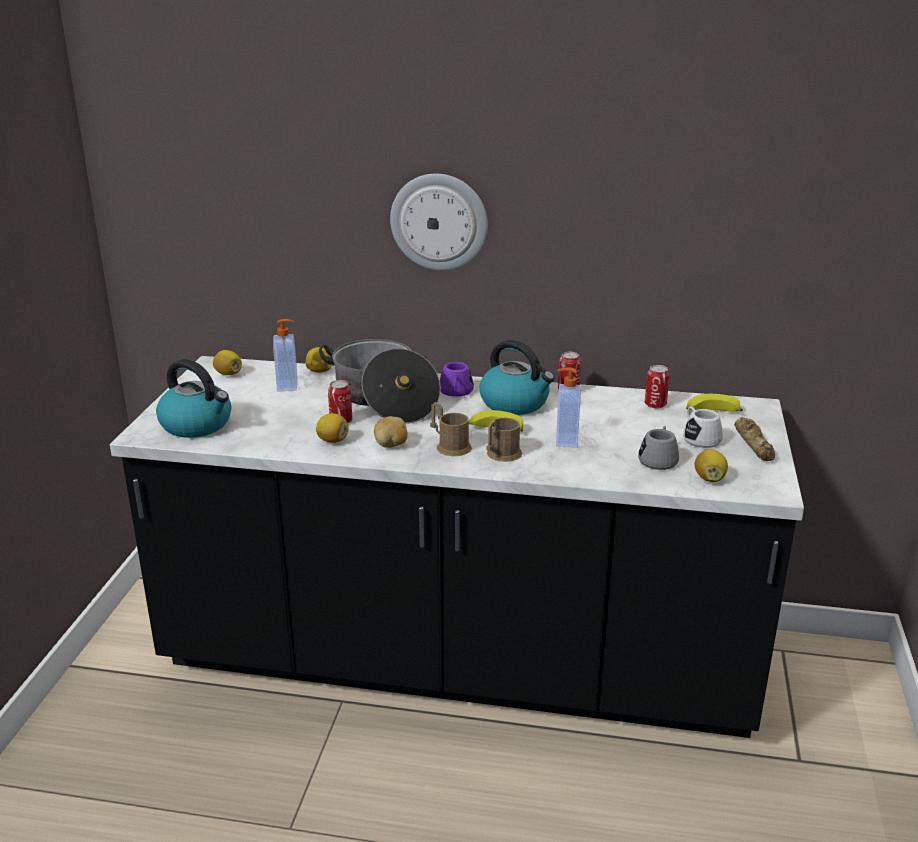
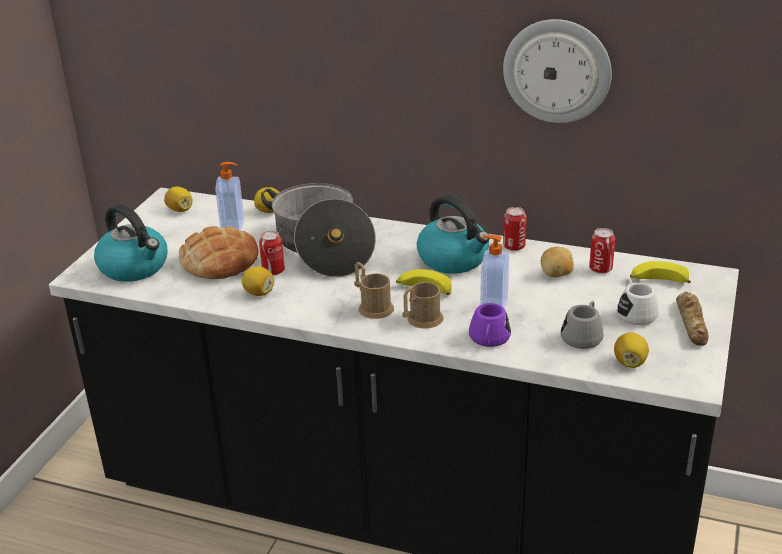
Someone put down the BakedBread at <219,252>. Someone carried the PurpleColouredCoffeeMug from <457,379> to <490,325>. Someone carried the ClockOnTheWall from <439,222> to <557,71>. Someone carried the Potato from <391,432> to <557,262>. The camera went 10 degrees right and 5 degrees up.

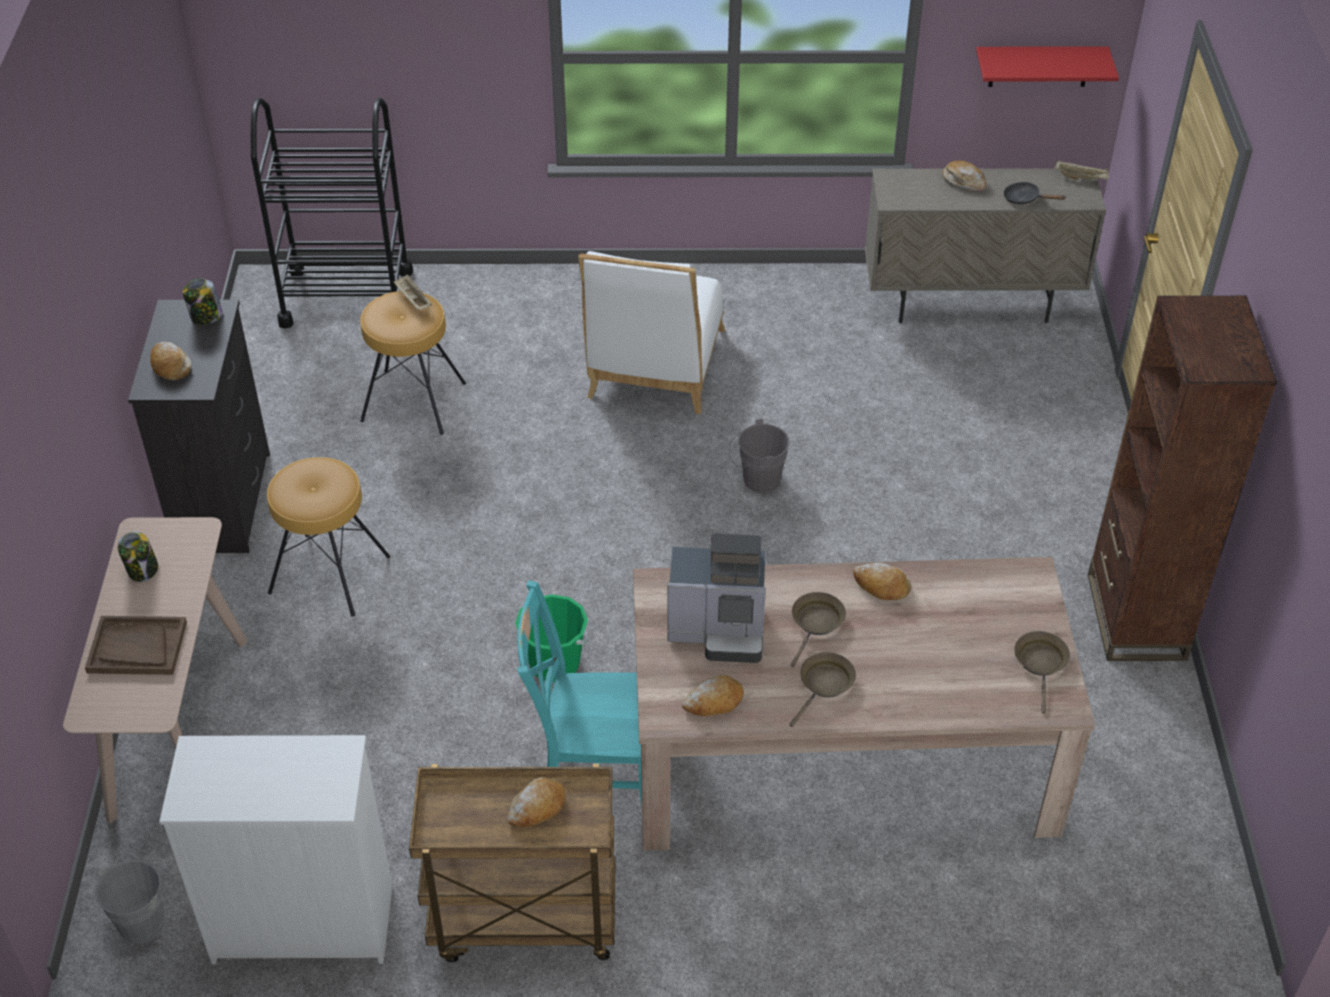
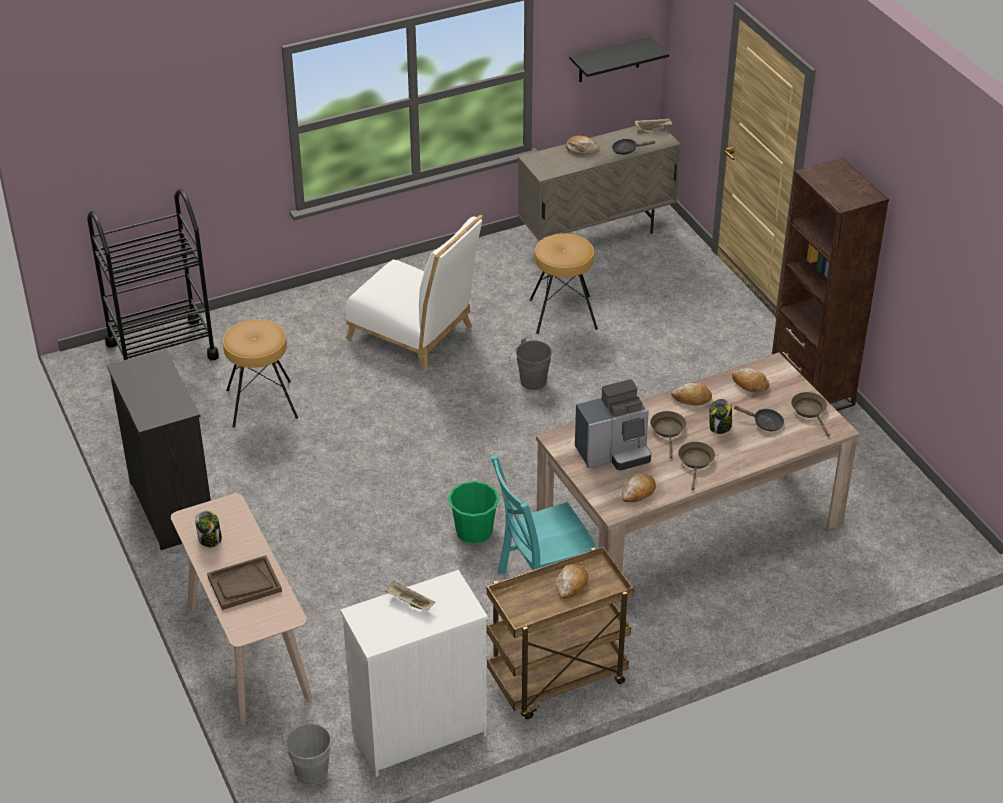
Someone rotated the WhiteColouredUprightChair at <651,332> by 45 degrees counterclockwise. Someone carried the SandColouredServingTray from <412,291> to <410,595>. Someone carried the BrownishStoolSeat from <328,537> to <563,283>. Someone repainted the RedColouredWallShelf at <1047,66>, which became the BlackColouredWallShelf at <619,59>. Someone carried the PreserveJar from <203,301> to <720,416>. Someone carried the BakedBread from <170,361> to <750,380>. Someone put down the BlackColouredPan at <759,418>. The camera went 25 degrees left and 5 degrees down.

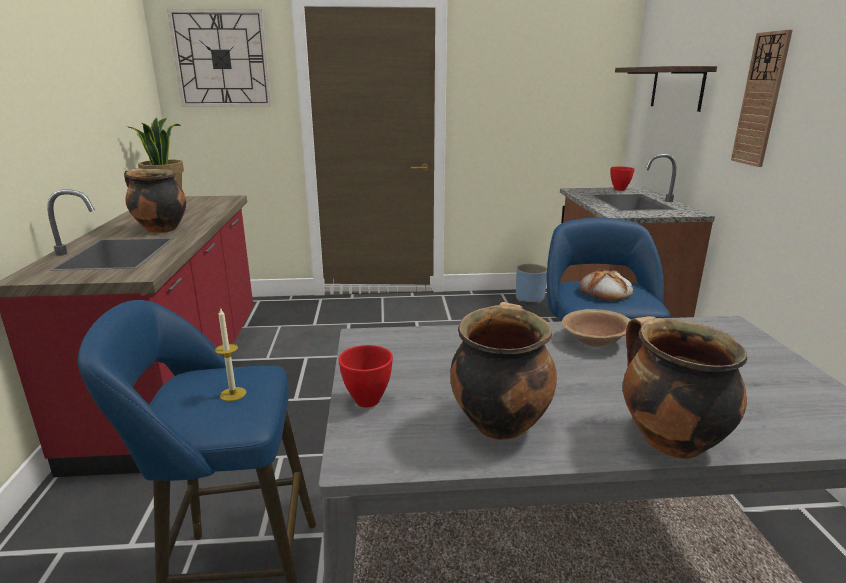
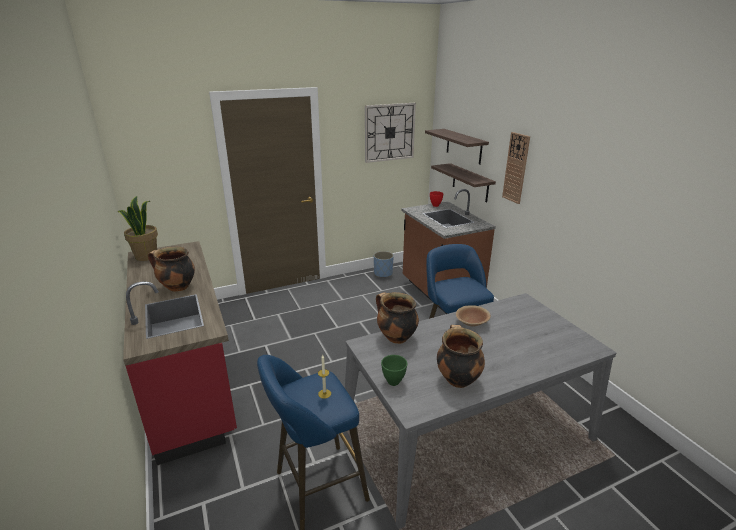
Someone carried the ClockOnTheWall from <219,58> to <390,133>. Someone carried the Saucepot from <685,387> to <397,318>. Someone repainted the RedColouredBowl at <365,376>, which became the GreenishBowl at <394,370>. Someone put up the WallShelf at <463,183>. Someone took away the BakedBread at <606,285>. The camera went 20 degrees left and 5 degrees up.

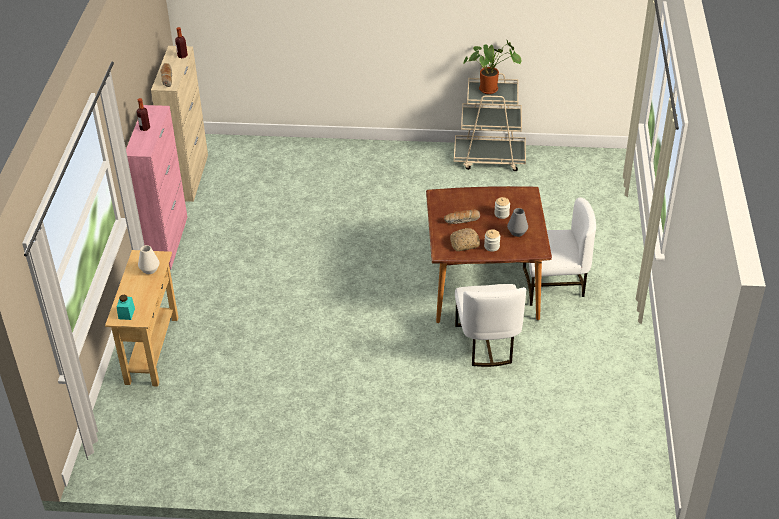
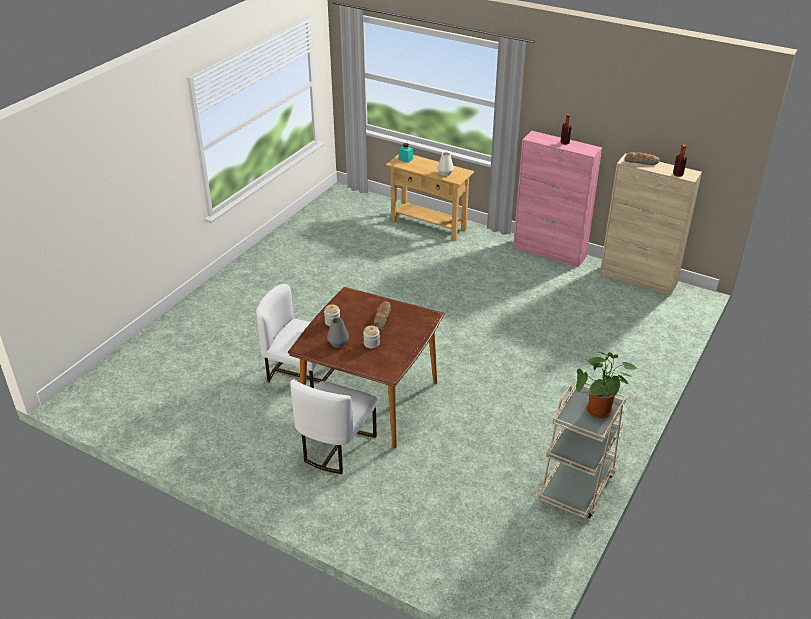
Someone took away the BakedBread at <465,239>. The camera went 115 degrees right and 5 degrees down.

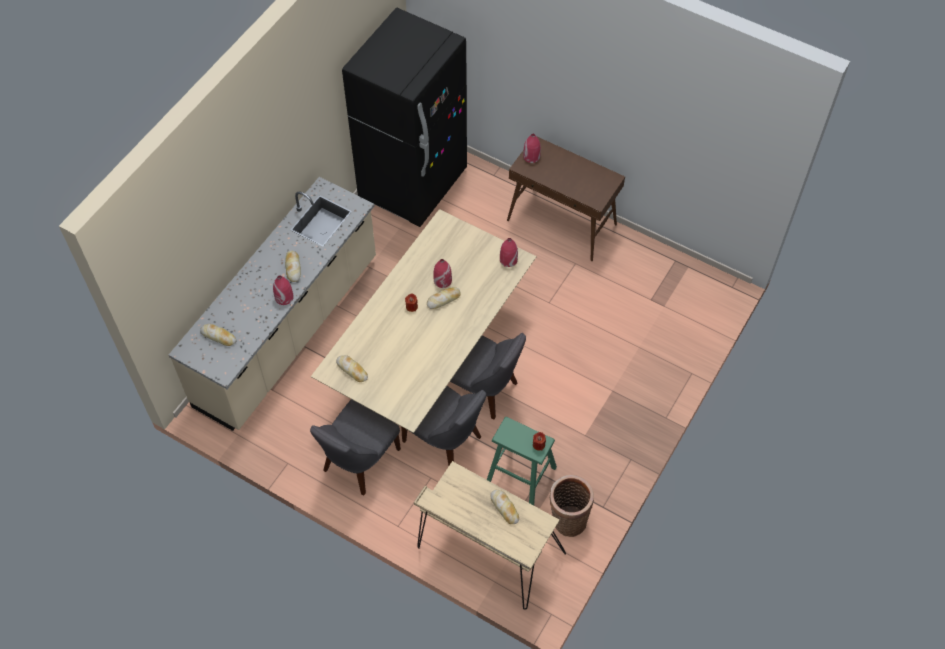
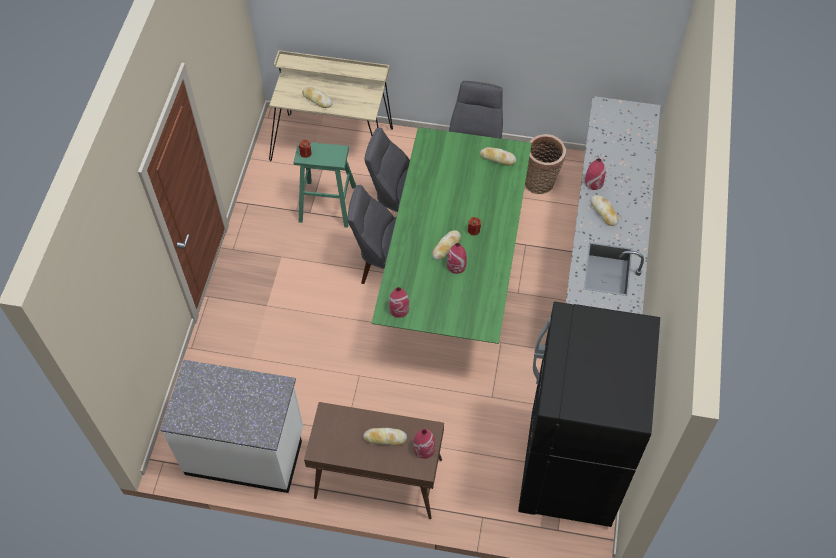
Someone put down the WhiteColouredKitchenBaseUnit at <231,426>. Someone carried the BakedBread from <218,335> to <385,437>. Someone repainted the SandColouredDinnerTable at <424,321>, which became the GreenishDinnerTable at <452,235>. Someone carried the StorageBasket from <571,506> to <545,164>. The camera went 160 degrees right and 0 degrees up.

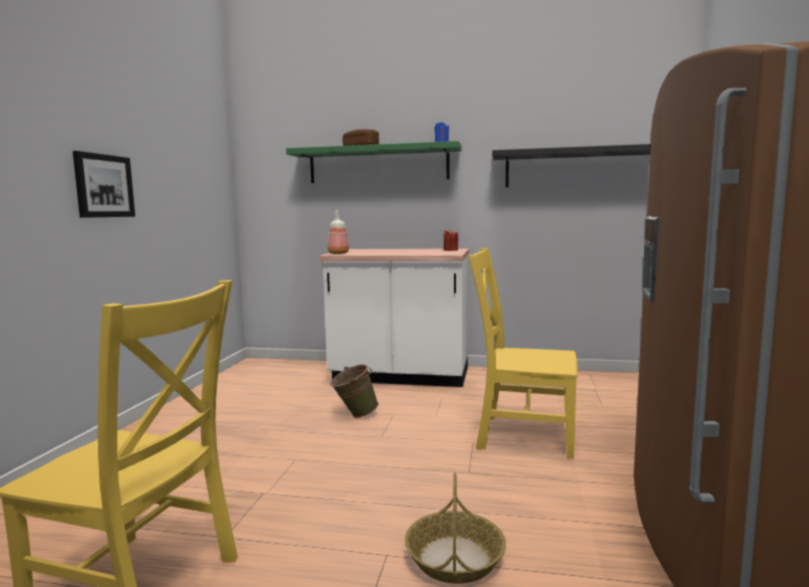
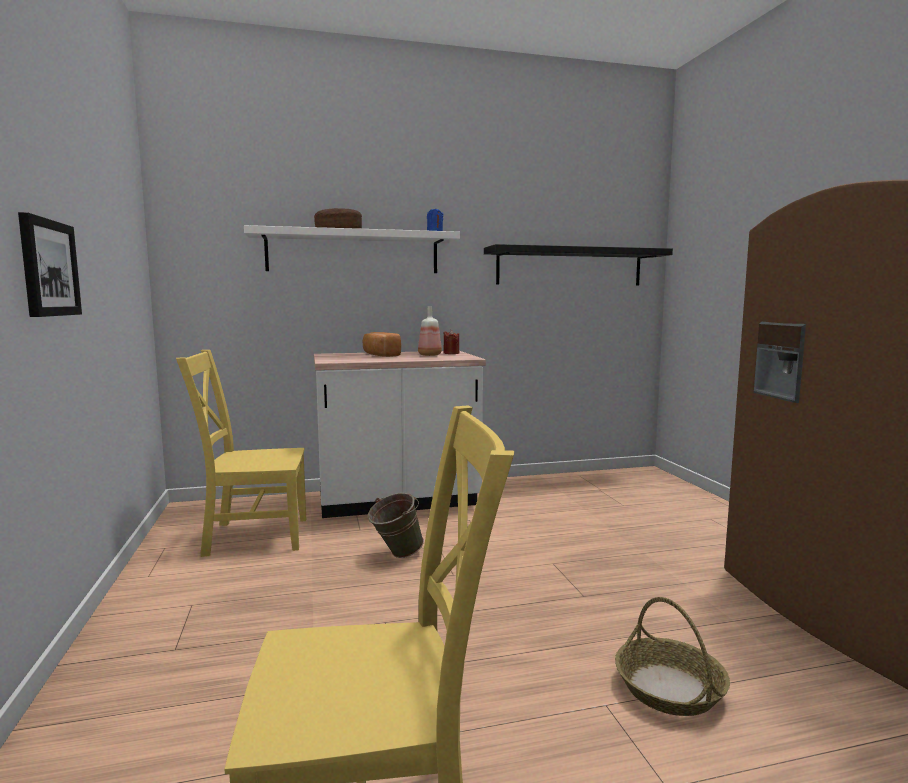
Someone carried the YellowishUprightChair from <523,353> to <241,453>. Someone repainted the GreenishWallShelf at <374,162>, which became the WhiteColouredWallShelf at <352,249>. Someone put down the BakedBread at <382,344>. Someone carried the Bottle from <338,232> to <430,331>. The camera went 25 degrees left and 0 degrees up.

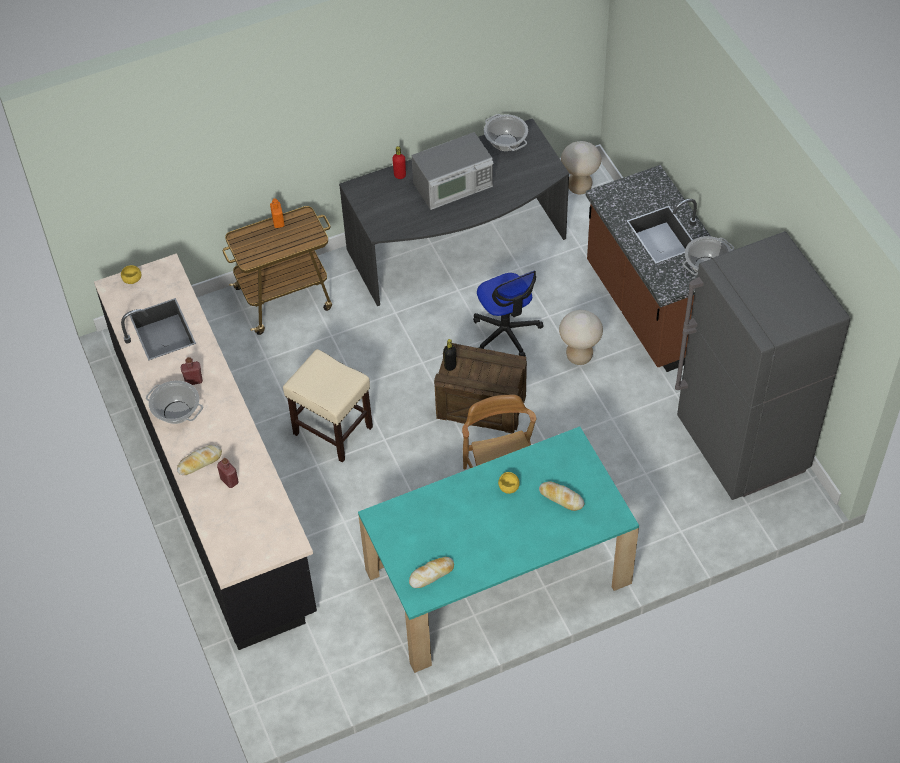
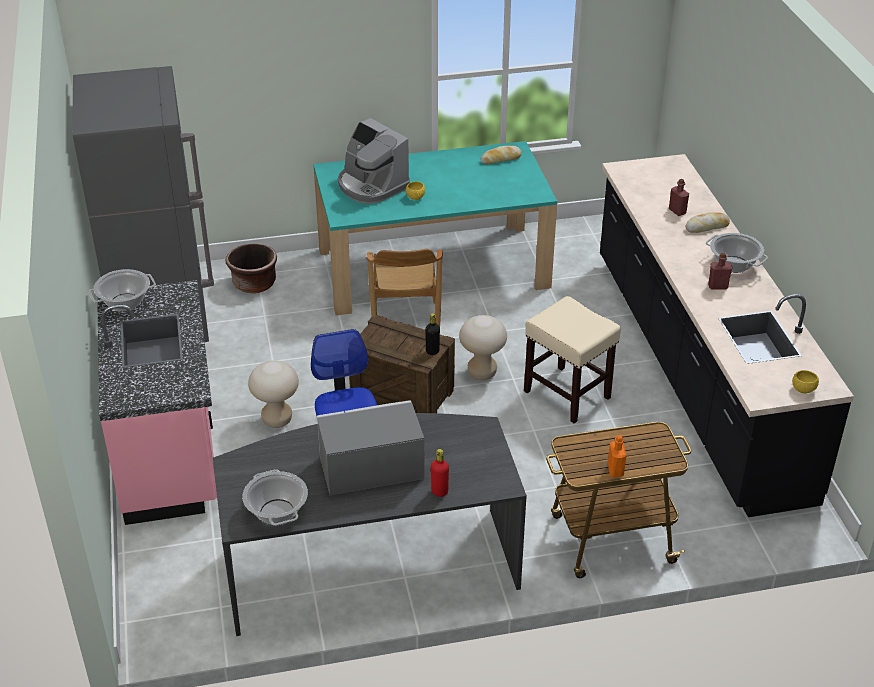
Someone repainted the BrownishKitchenBaseUnit at <648,268>, which became the PinkishKitchenBaseUnit at <157,402>. Someone put down the BrownishPlanter at <251,268>. Someone swapped the BakedBread at <561,496> for the CoffeeMaker at <374,161>. Someone carried the SandColouredStoolSeat from <581,167> to <483,347>. The camera went 170 degrees left and 15 degrees down.

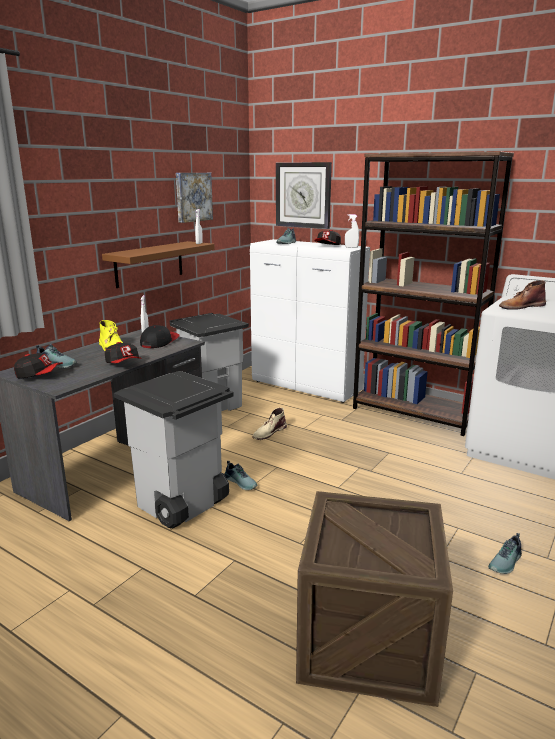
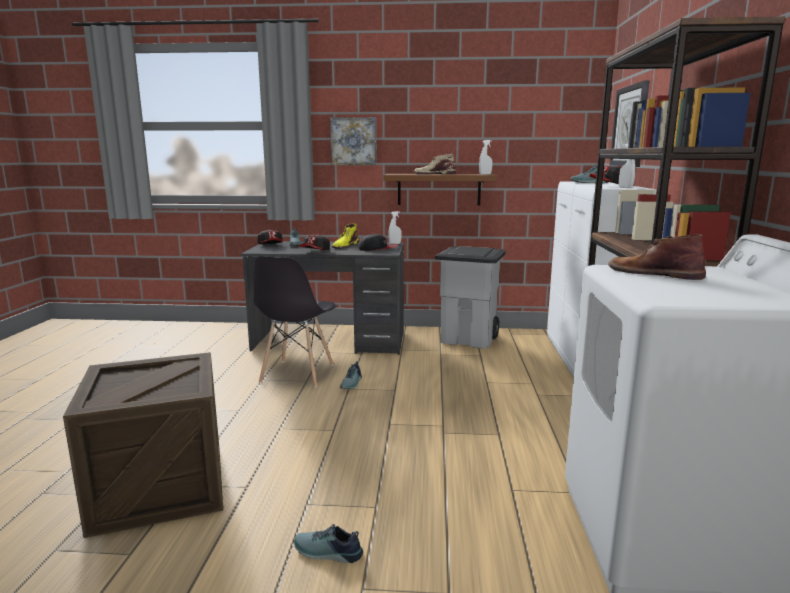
Someone swapped the GreyishWasteBin at <174,449> for the GreyishUprightChair at <295,322>. Someone carried the WallPicture from <194,198> to <353,141>. Someone carried the SandColouredBoot from <269,424> to <435,164>. The camera went 60 degrees right and 5 degrees down.

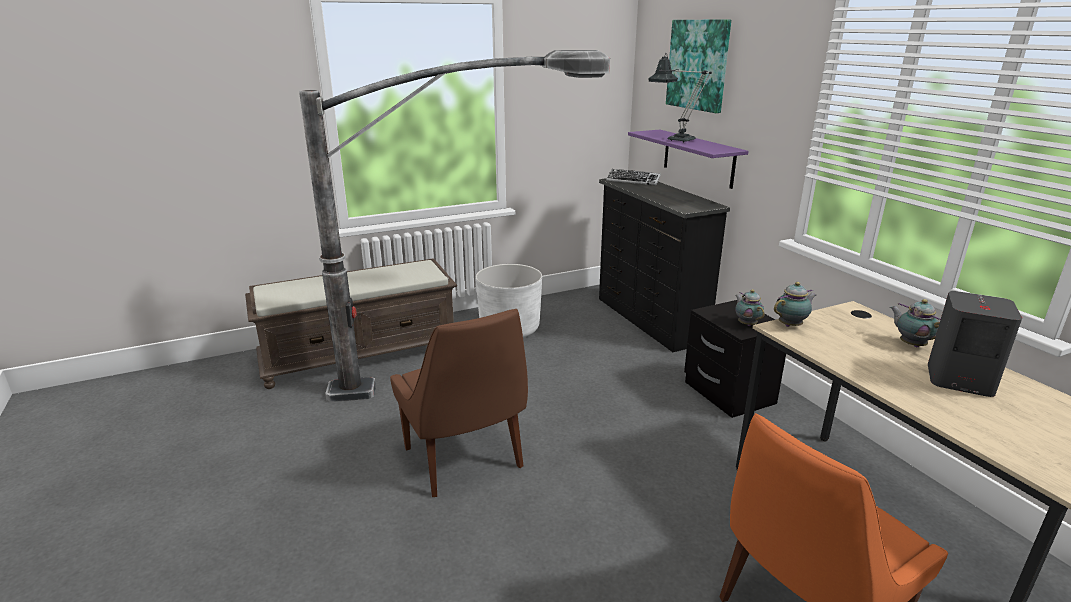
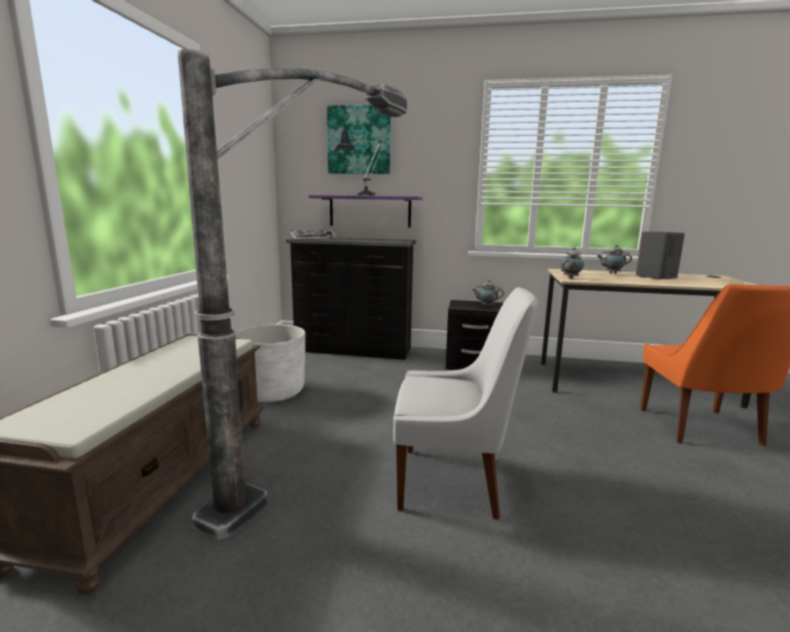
Someone repainted the BrownishUprightChair at <459,403>, which became the WhiteColouredUprightChair at <466,403>. The camera went 55 degrees left and 10 degrees down.

